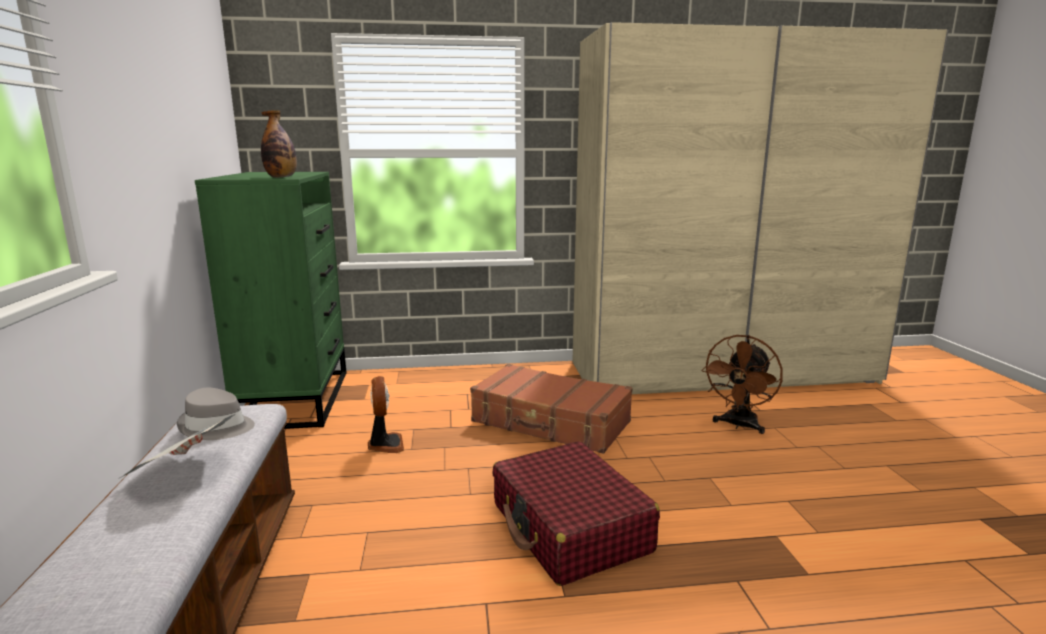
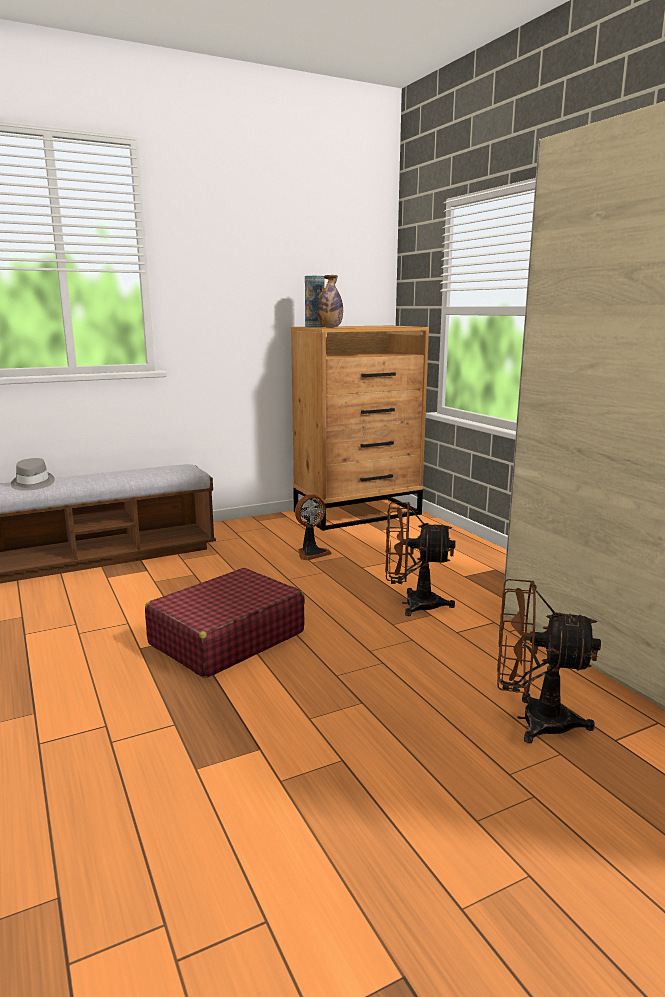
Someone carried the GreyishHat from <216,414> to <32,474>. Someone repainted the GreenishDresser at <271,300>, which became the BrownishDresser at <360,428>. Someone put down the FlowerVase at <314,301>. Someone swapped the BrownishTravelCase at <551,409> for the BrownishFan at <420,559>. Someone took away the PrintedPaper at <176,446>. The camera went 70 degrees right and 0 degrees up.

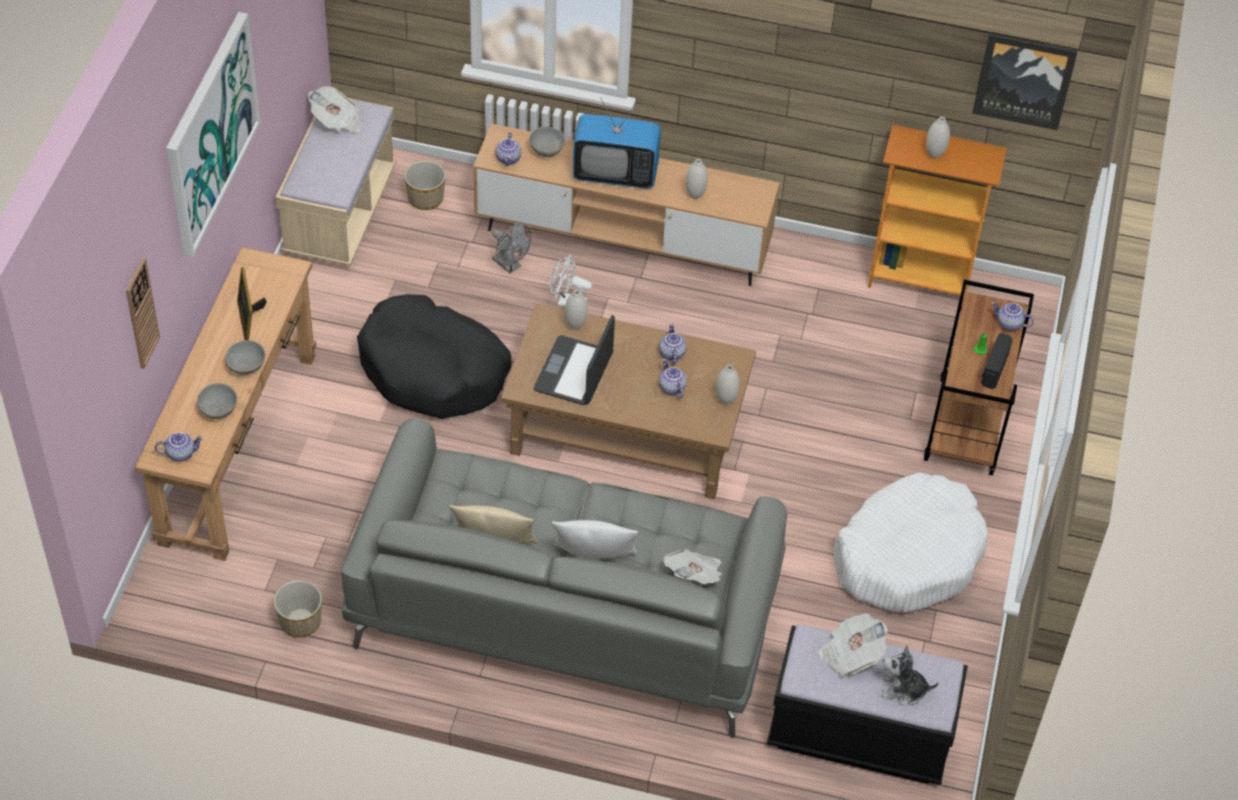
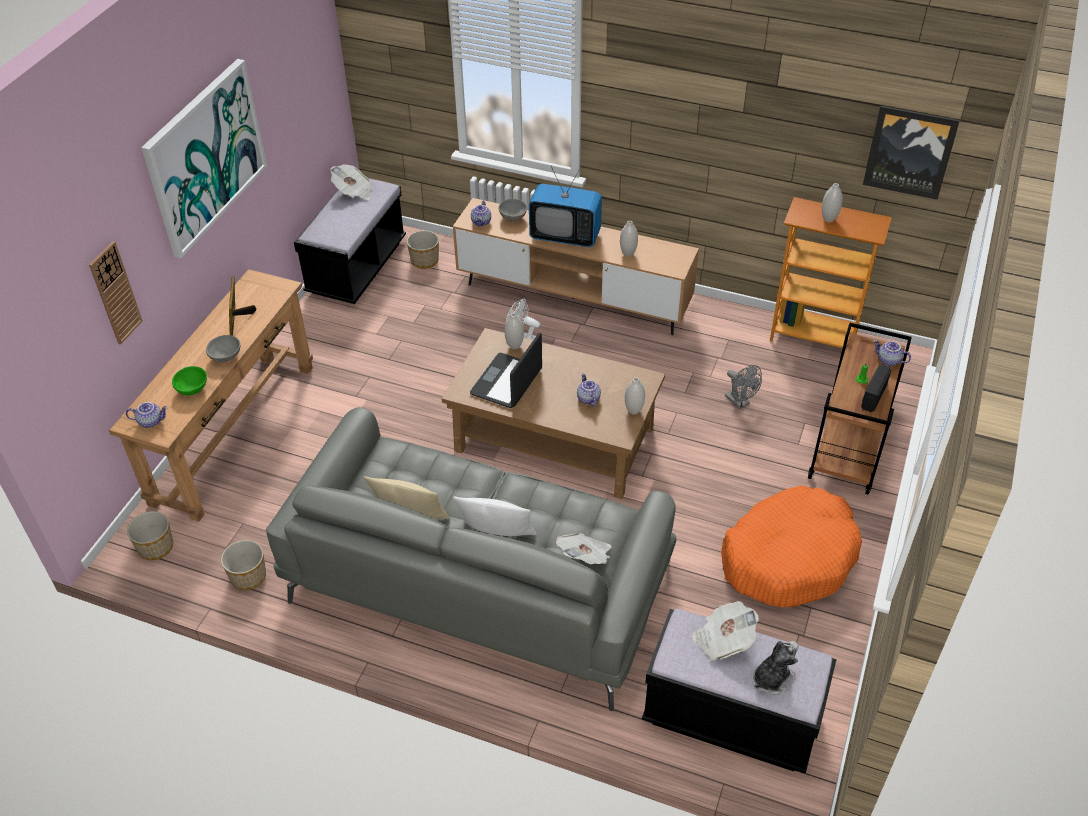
Someone put down the Planter at <150,535>. Someone repainted the GreyishBowl at <217,401>, which became the GreenishBowl at <189,381>. Someone repainted the SandColouredIndoorBench at <335,182>, which became the BlackColouredIndoorBench at <350,241>. Someone repainted the WhiteColouredPetBed at <911,542>, which became the OrangeColouredPetBed at <791,546>. Someone carried the GreyishFan from <511,248> to <743,387>. Someone rotated the CuddlyToy at <910,675> by 120 degrees clockwise. Someone took away the BlackColouredPetBed at <434,356>. Someone took away the TeaPot at <672,344>. The camera went 10 degrees right and 5 degrees down.

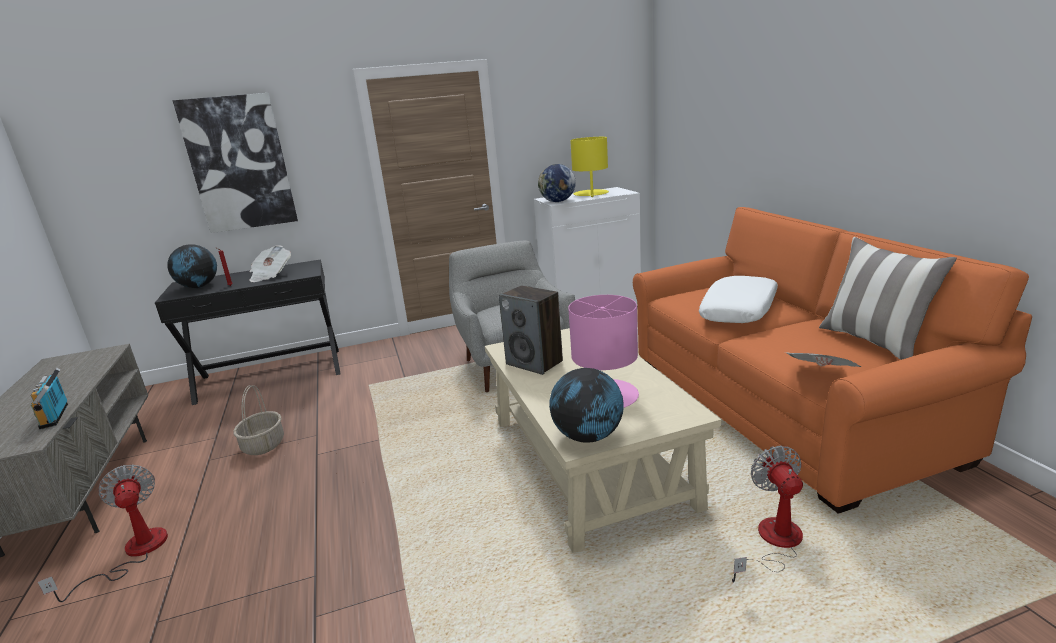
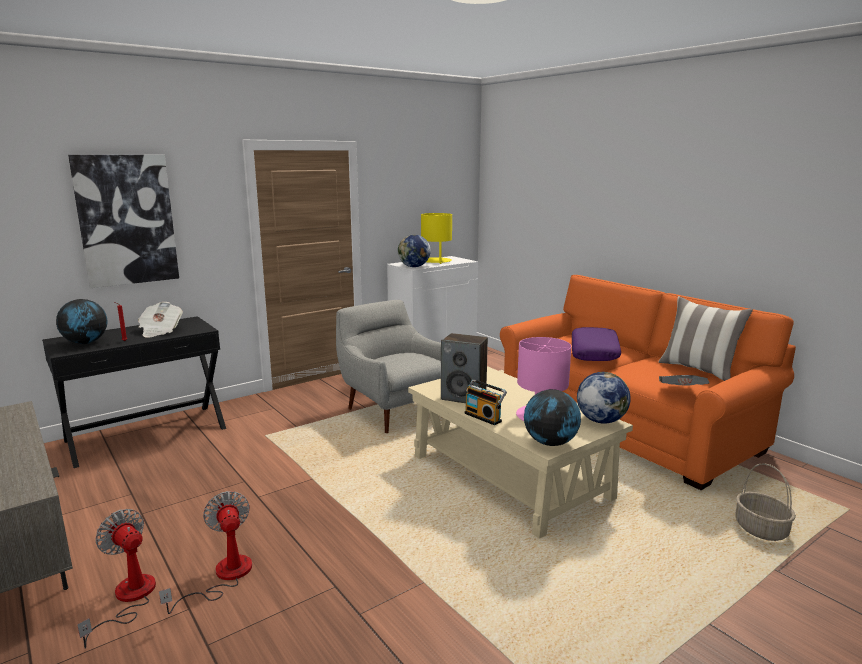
Someone carried the Fan from <767,514> to <205,552>. Someone carried the RadioSet from <49,398> to <485,402>. Someone repainted the WhiteColouredCushion at <738,299>, which became the PurpleColouredCushion at <596,344>. Someone put down the DeskGlobe at <604,398>. Someone carried the StorageBasket from <258,420> to <765,502>. The camera went 20 degrees left and 5 degrees down.

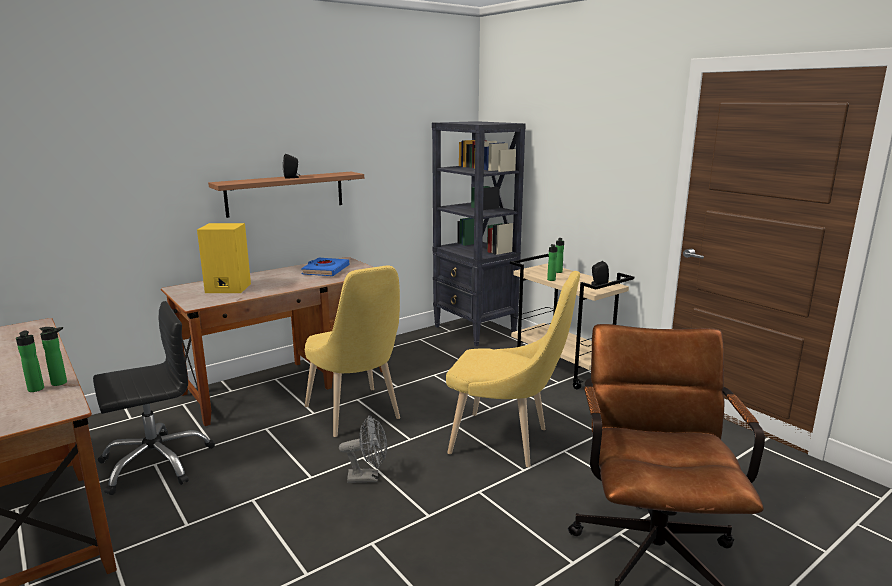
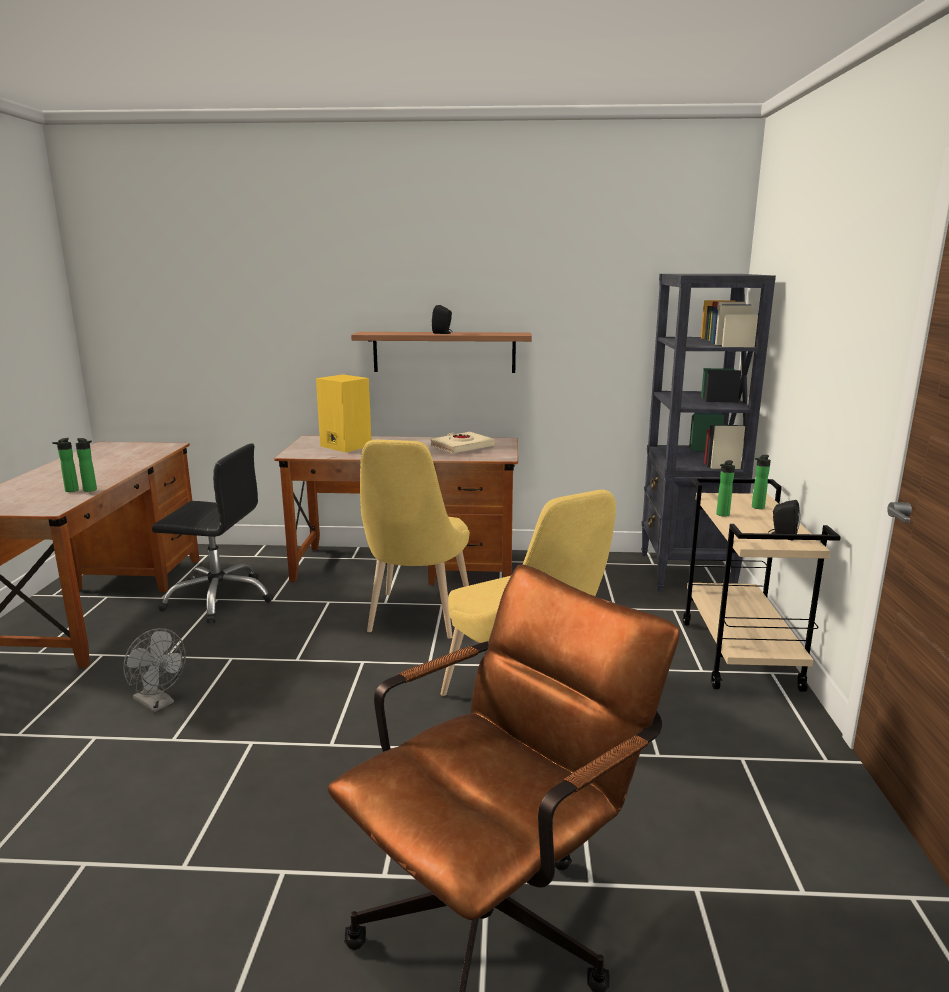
Someone carried the GreyishFan from <363,449> to <154,670>. Someone repainted the BlueVolume at <325,266>, which became the SandColouredVolume at <462,443>. The camera went 40 degrees right and 0 degrees up.

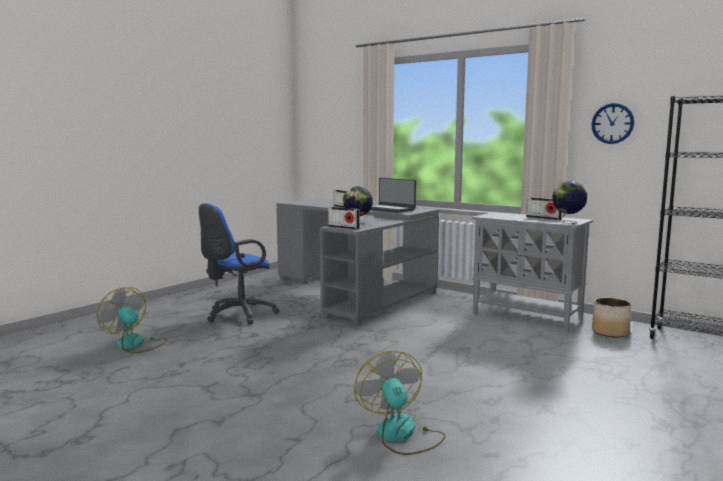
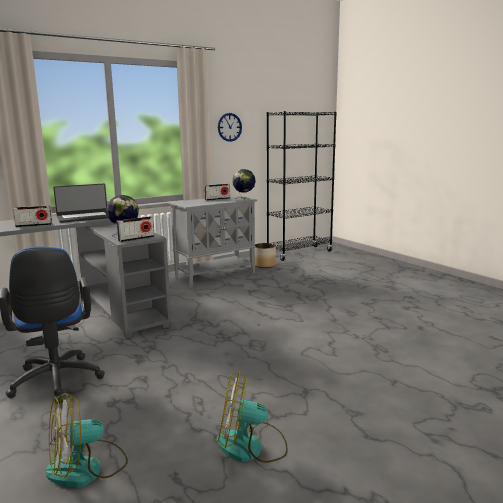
Someone carried the Fan from <400,403> to <252,417>. The camera went 70 degrees left and 5 degrees up.

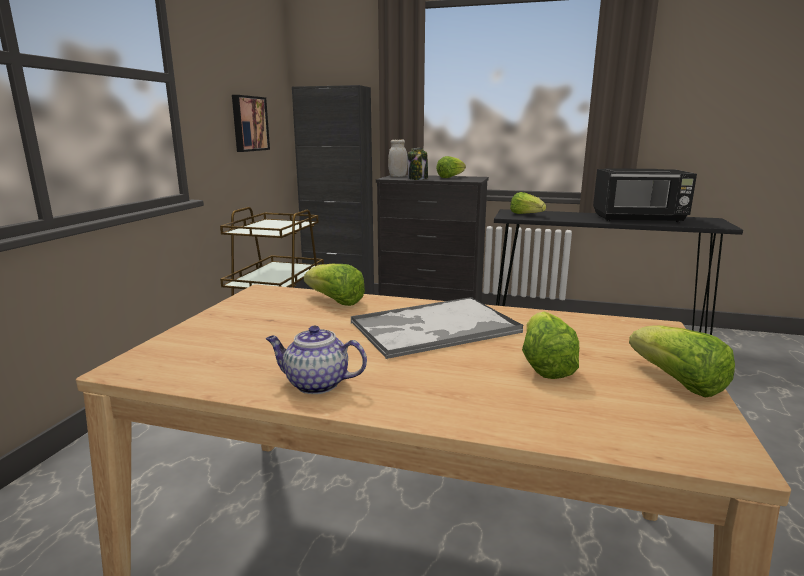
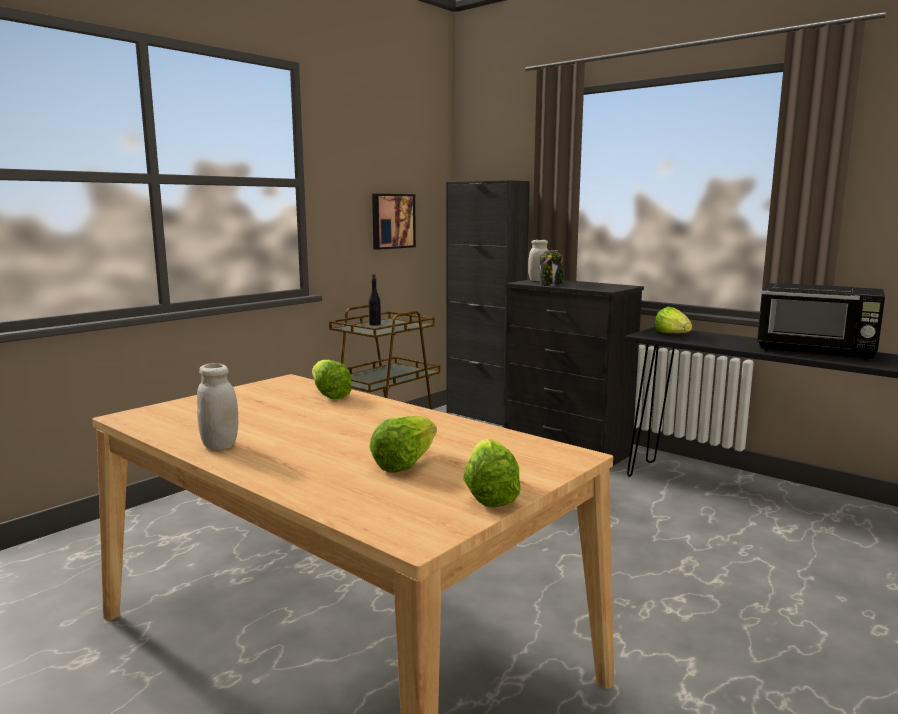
Someone swapped the TeaPot at <316,360> for the WhiteColouredPreserveJar at <217,406>. Someone put down the BlackColouredBottle at <375,300>. Someone took away the ServingTray at <437,328>. Someone took away the HeadOfLettuce at <451,167>. The camera went 25 degrees right and 5 degrees down.

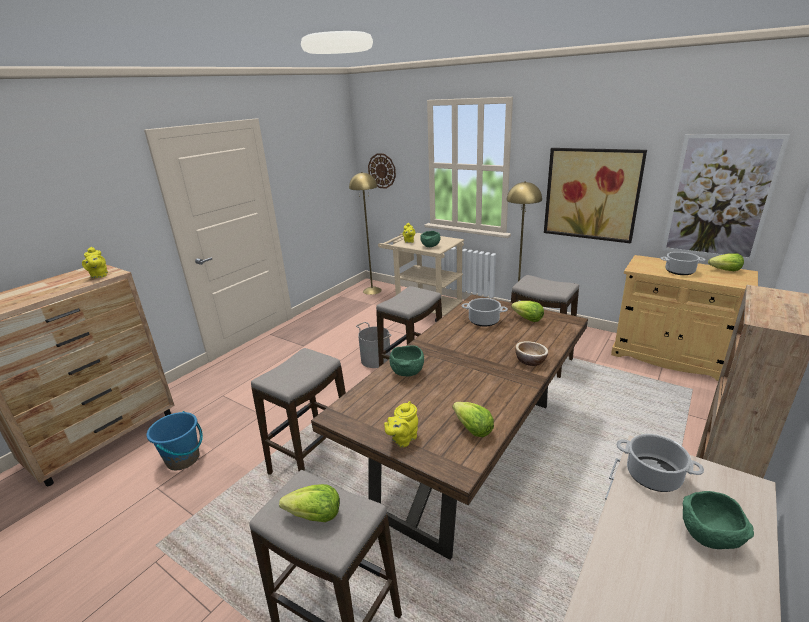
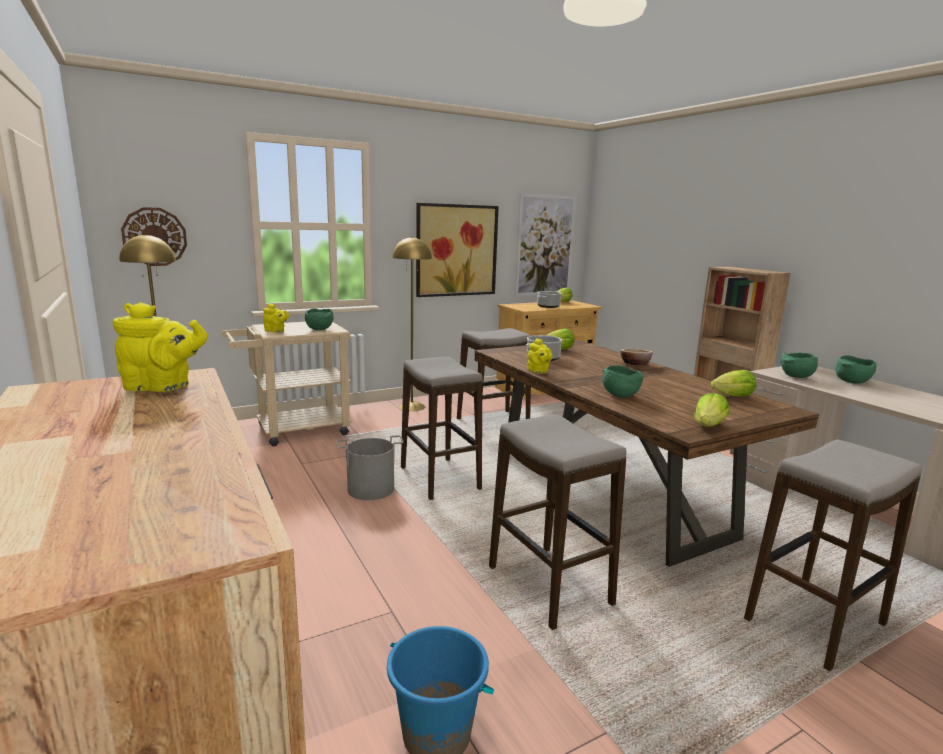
Someone carried the YellowishTeaPot from <401,424> to <540,356>. Someone carried the HeadOfLettuce from <309,503> to <712,410>. Someone swapped the Saucepot at <660,463> for the GreenishBowl at <799,365>. The camera went 65 degrees left and 10 degrees down.

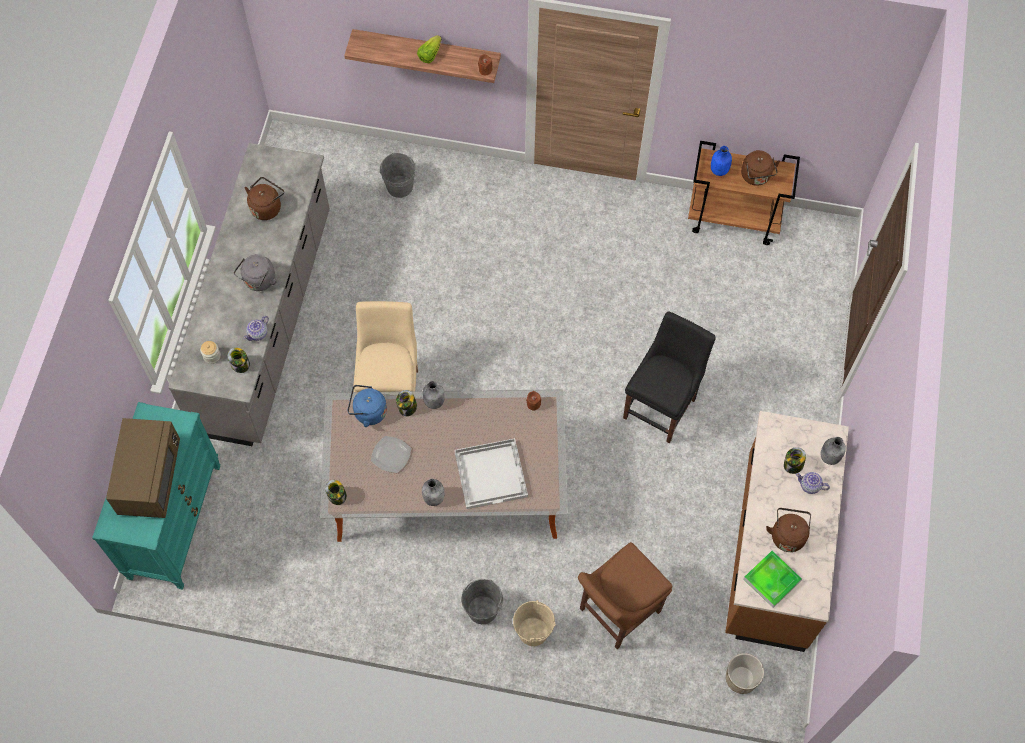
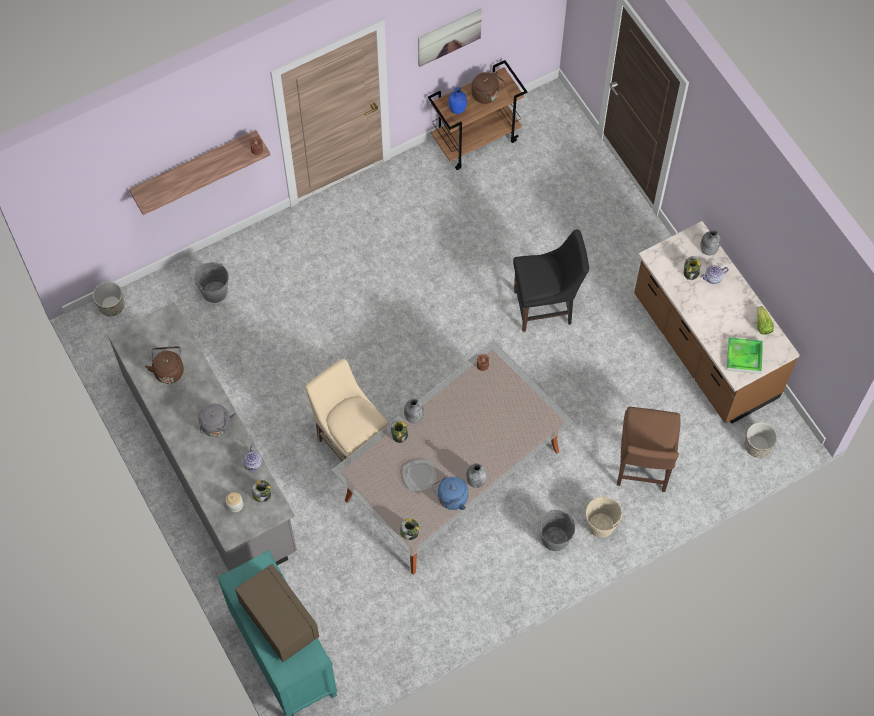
Someone put down the Planter at <109,299>. Someone put up the WallPicture at <450,37>. Someone carried the BlueWaterKettle from <367,406> to <450,493>. Someone rotated the BlackColouredUprightChair at <669,377> by 90 degrees clockwise. Someone carried the HeadOfLettuce from <429,49> to <765,320>. Someone took away the WhiteColouredServingTray at <491,473>. Someone took away the BrownishWaterKettle at <788,530>. The camera went 40 degrees left and 0 degrees up.

